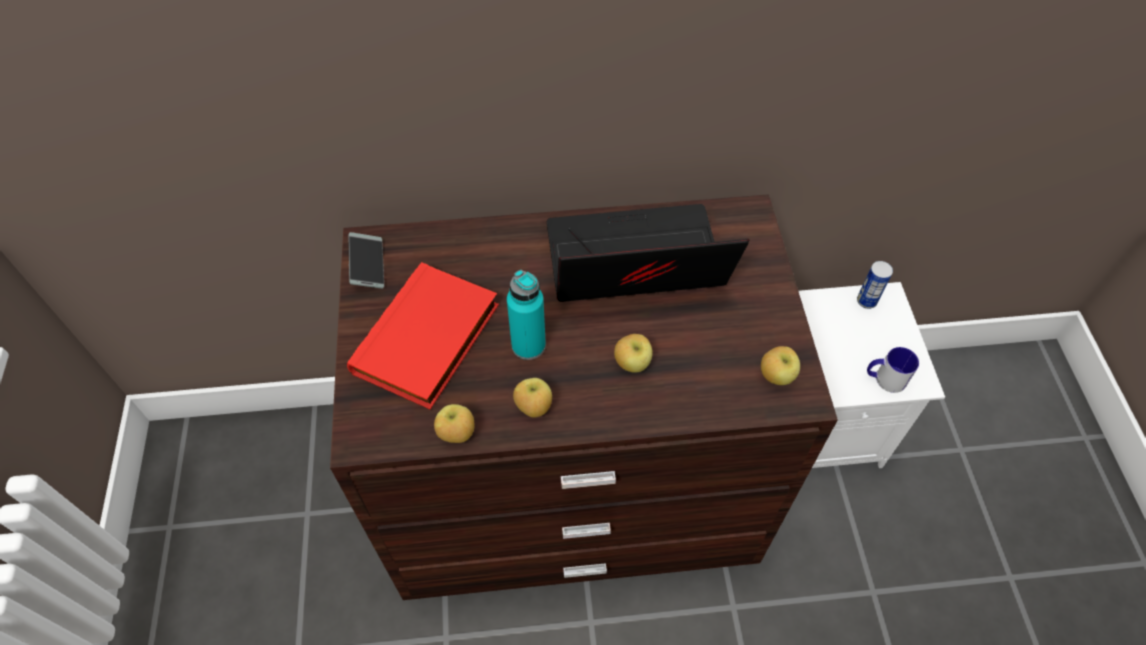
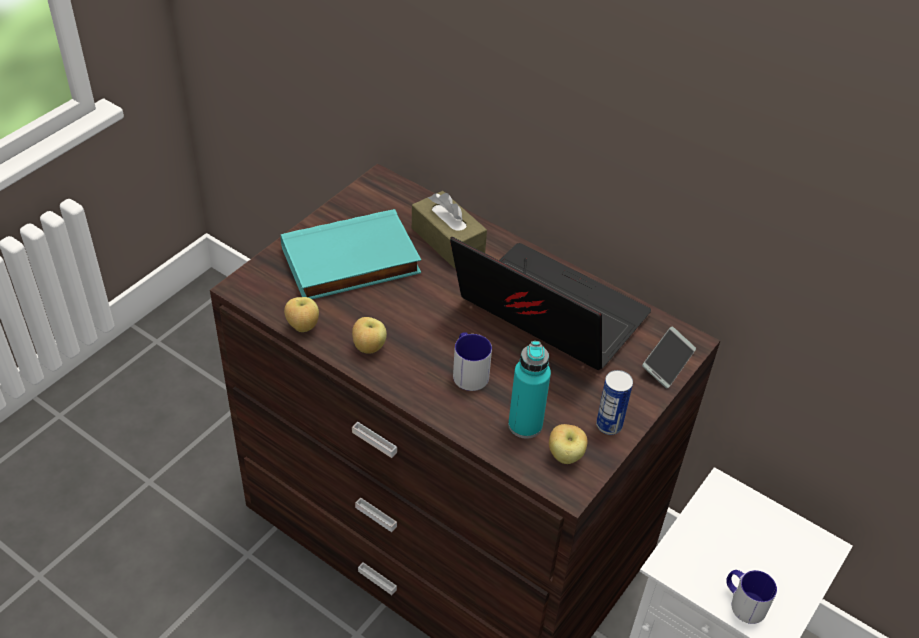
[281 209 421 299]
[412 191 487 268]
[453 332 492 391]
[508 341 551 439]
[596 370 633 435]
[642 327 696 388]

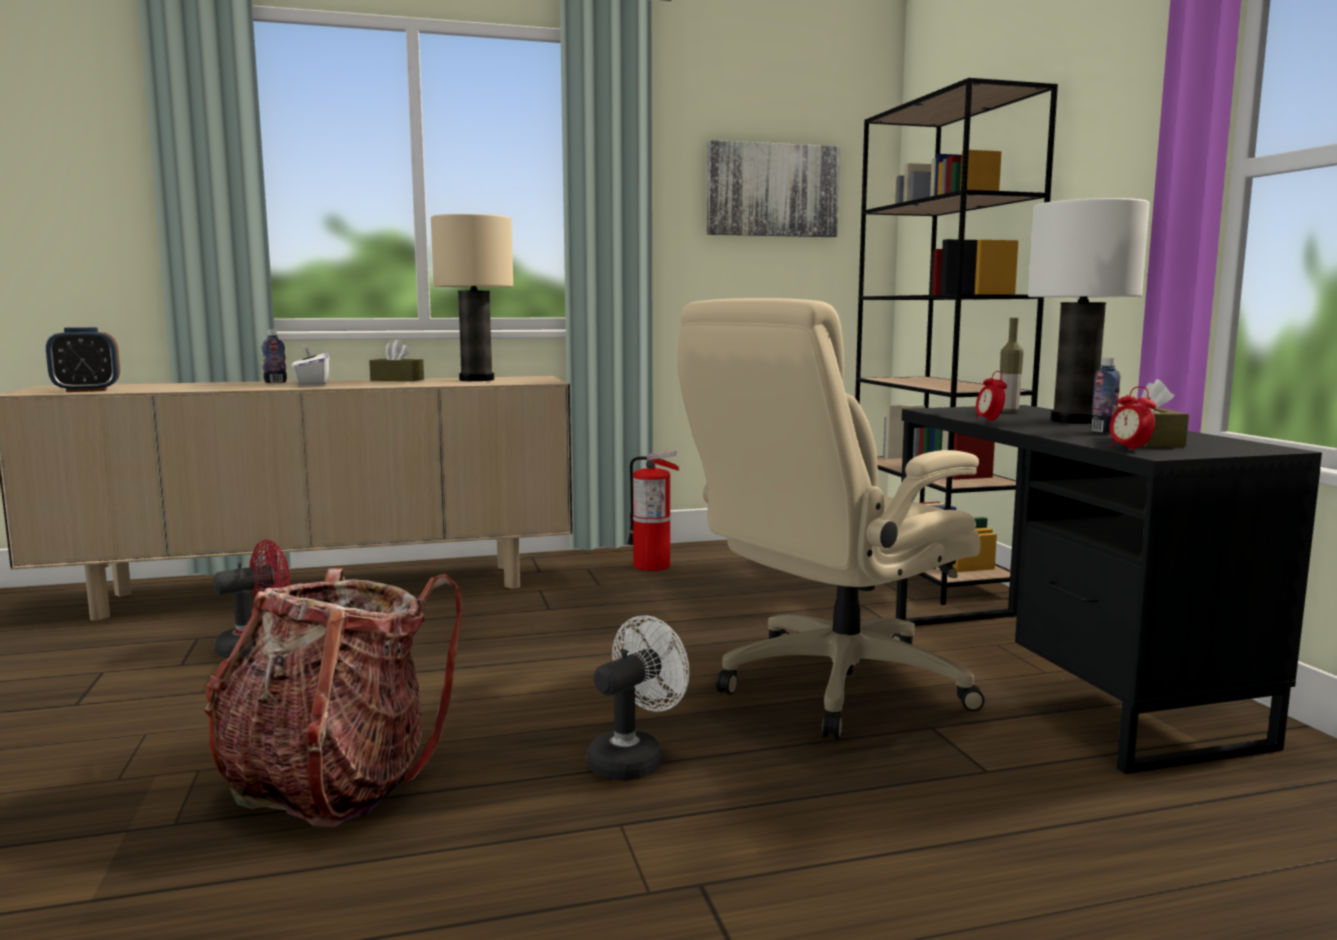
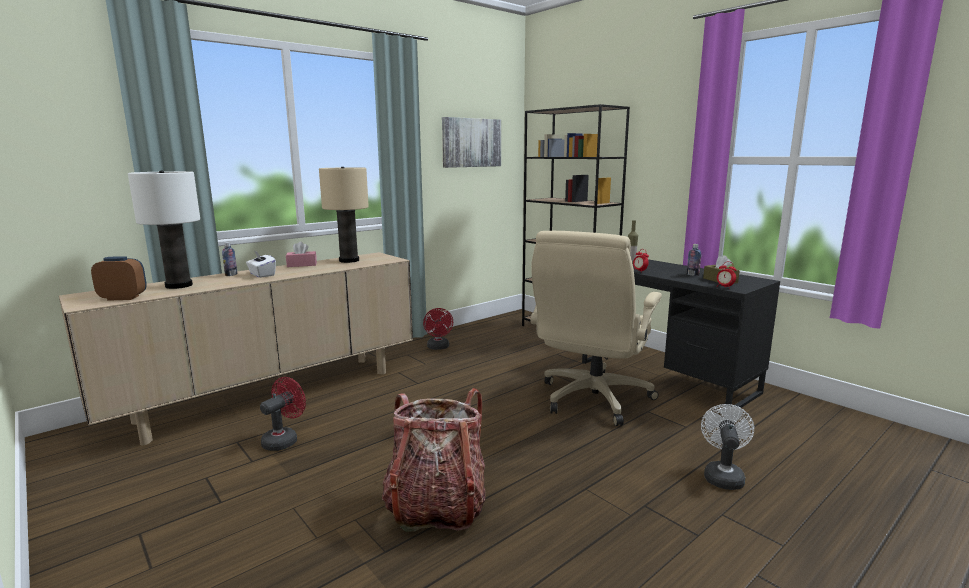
[91 256 147 301]
[128 170 200 289]
[286 241 317 267]
[423 308 453 350]
[701 404 754 490]

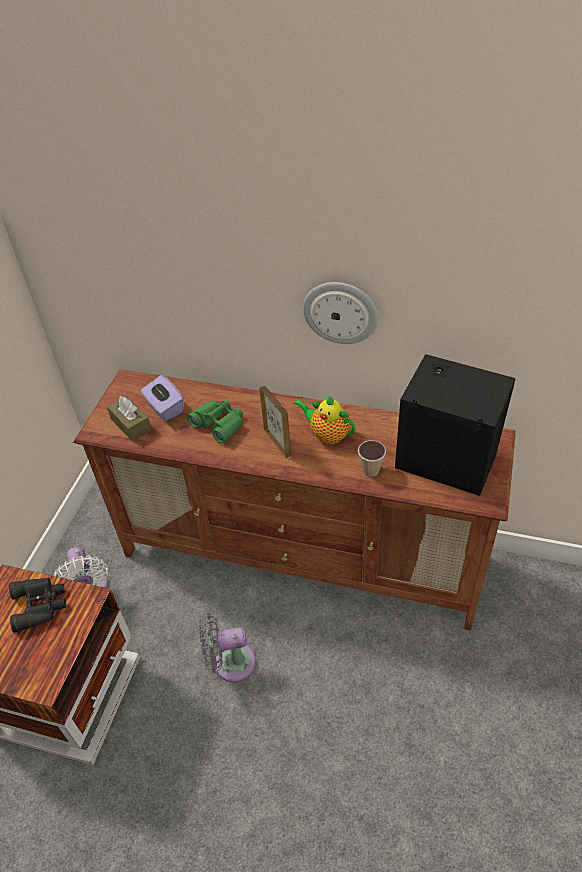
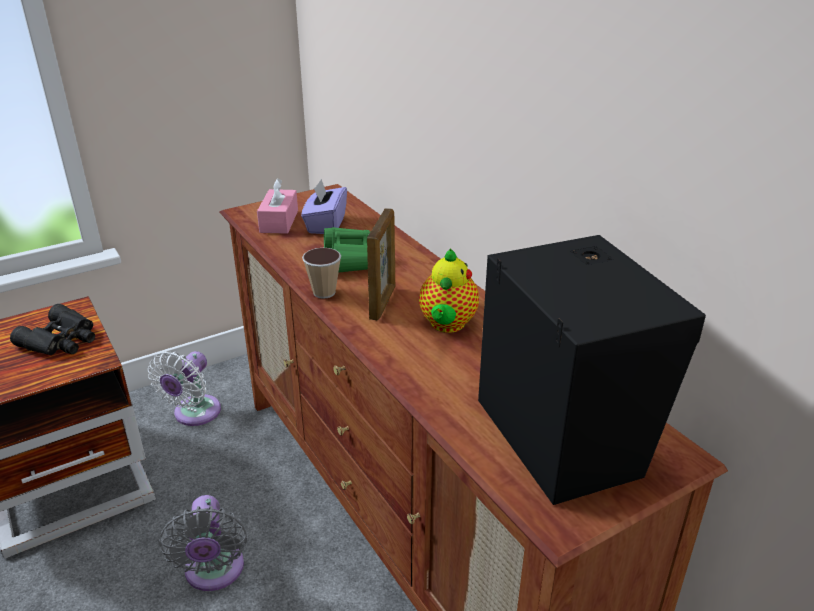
[159 495 247 591]
[257 178 298 234]
[302 248 341 299]
[419 249 479 333]
[303 282 378 344] (first image)

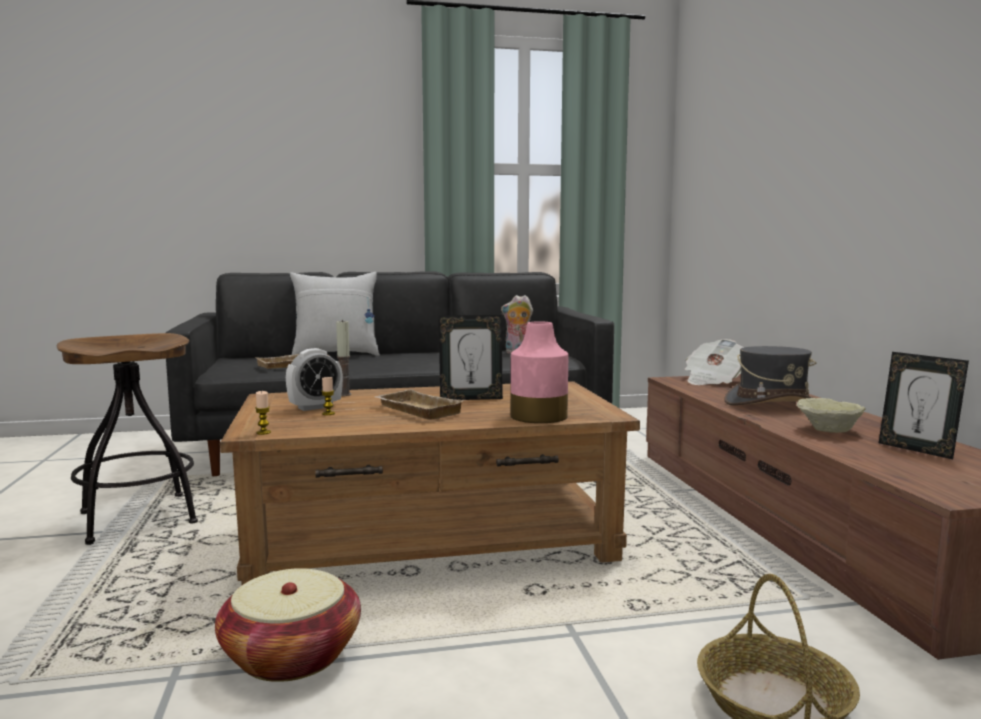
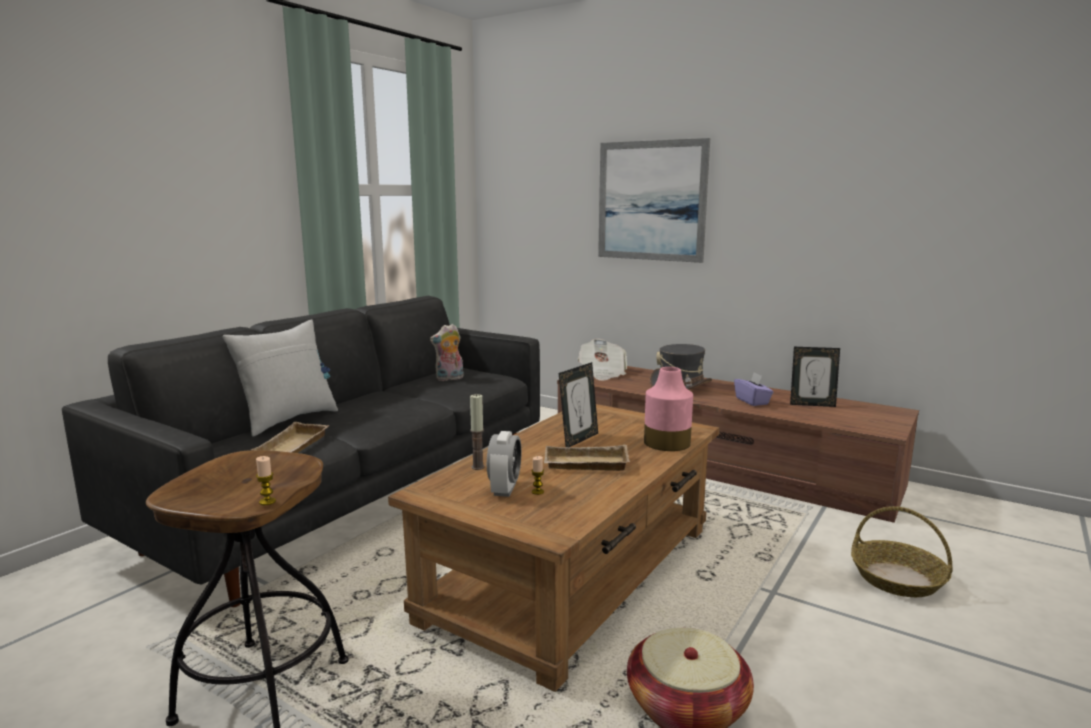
[256 456 276 505]
[598 138 710 263]
[734 372 773 406]

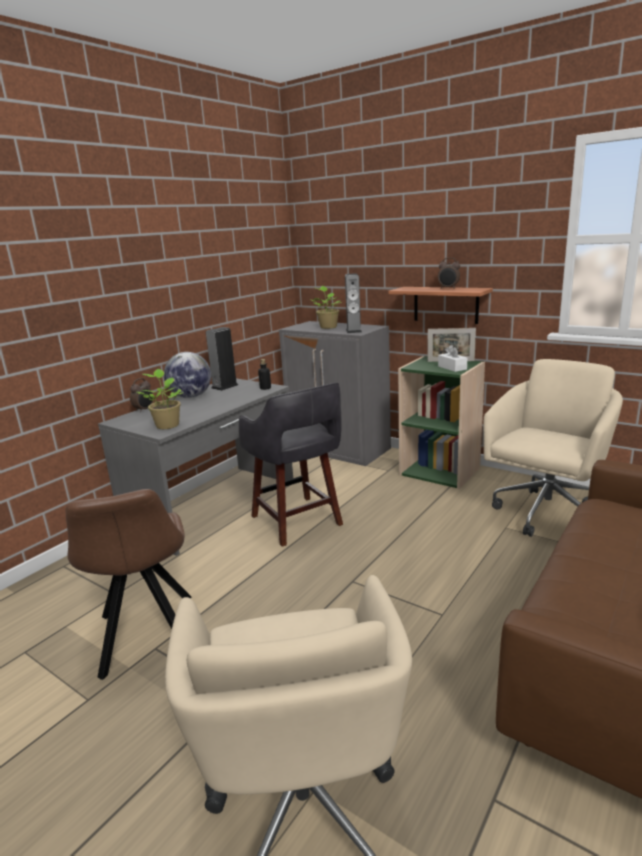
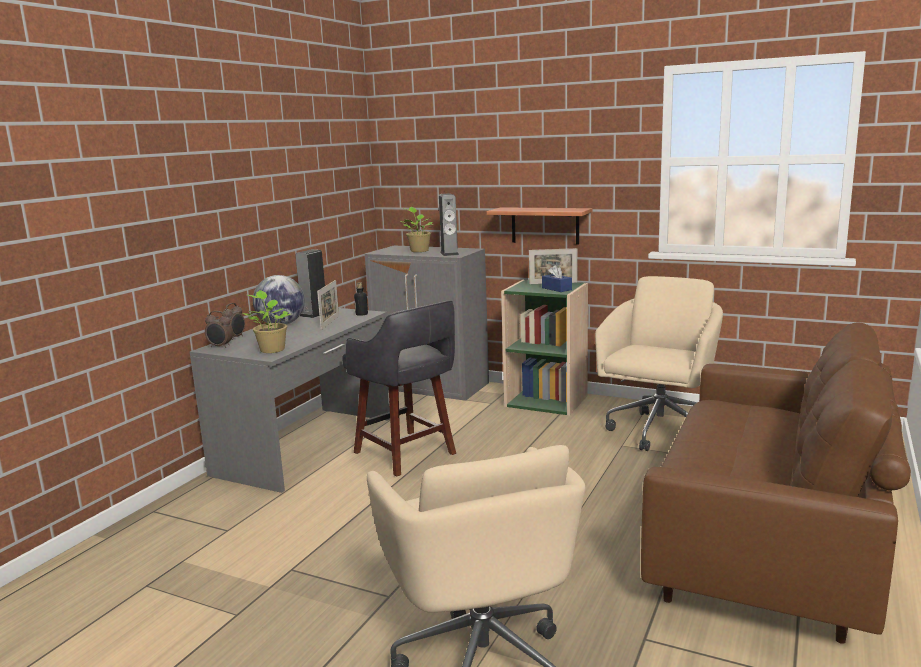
[205 311 233 348]
[317 280 339 330]
[542 265 572 292]
[65 489 192 680] (first image)

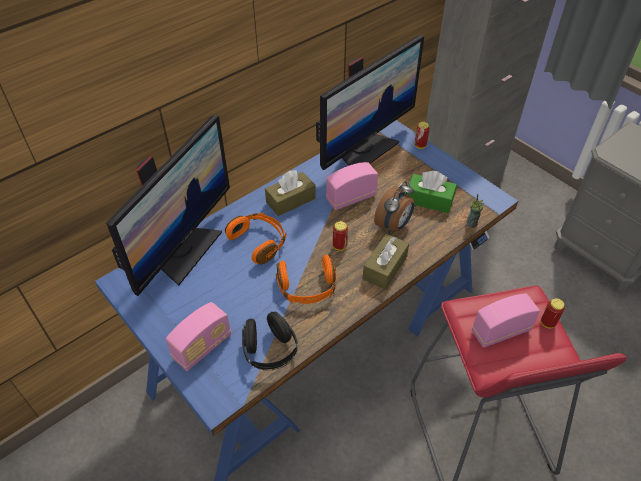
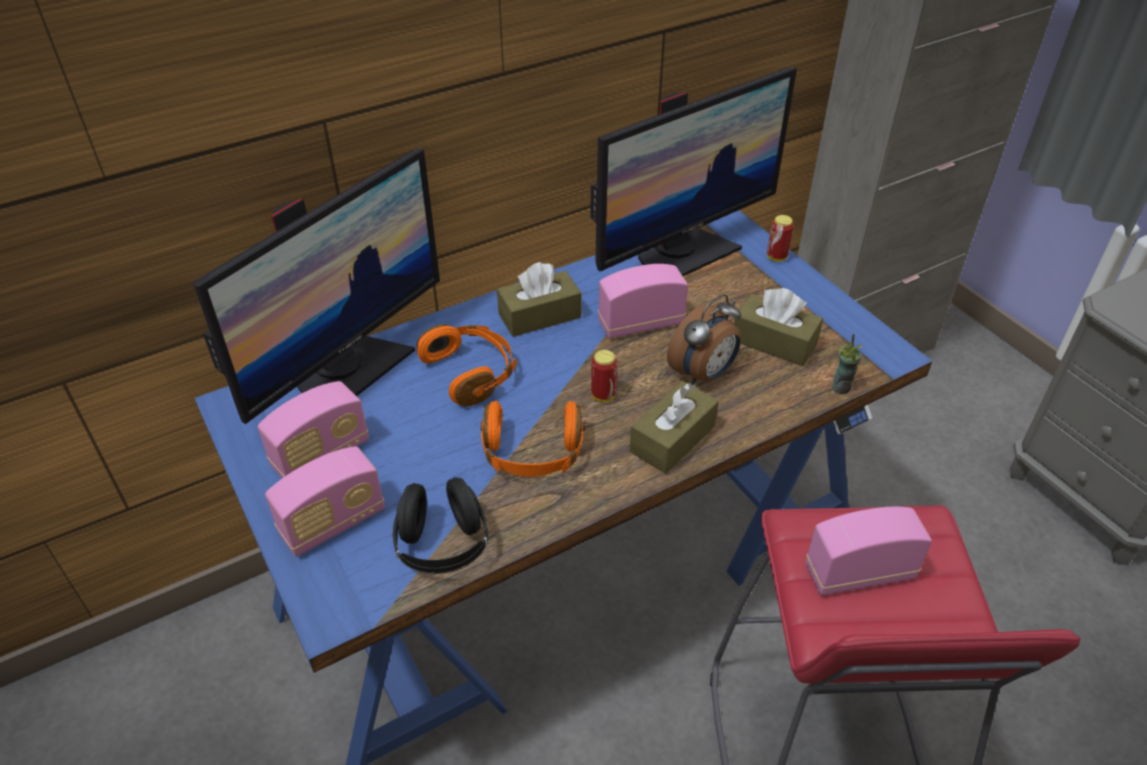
[258 381 369 478]
[734 288 823 366]
[541 298 565 328] (first image)

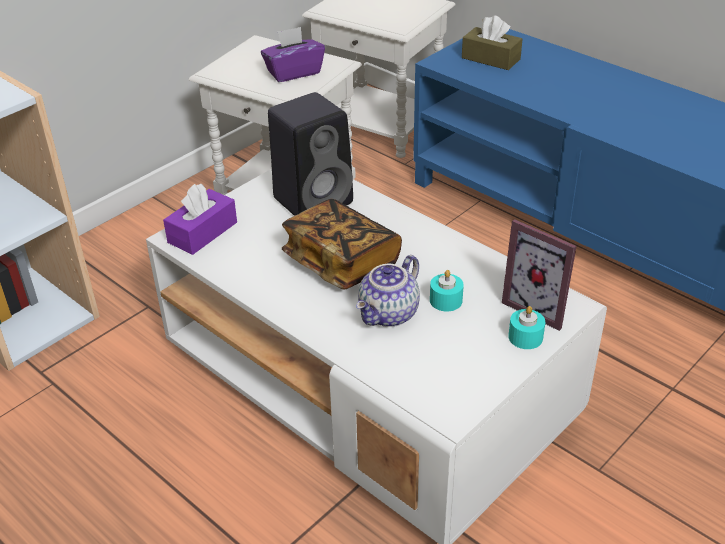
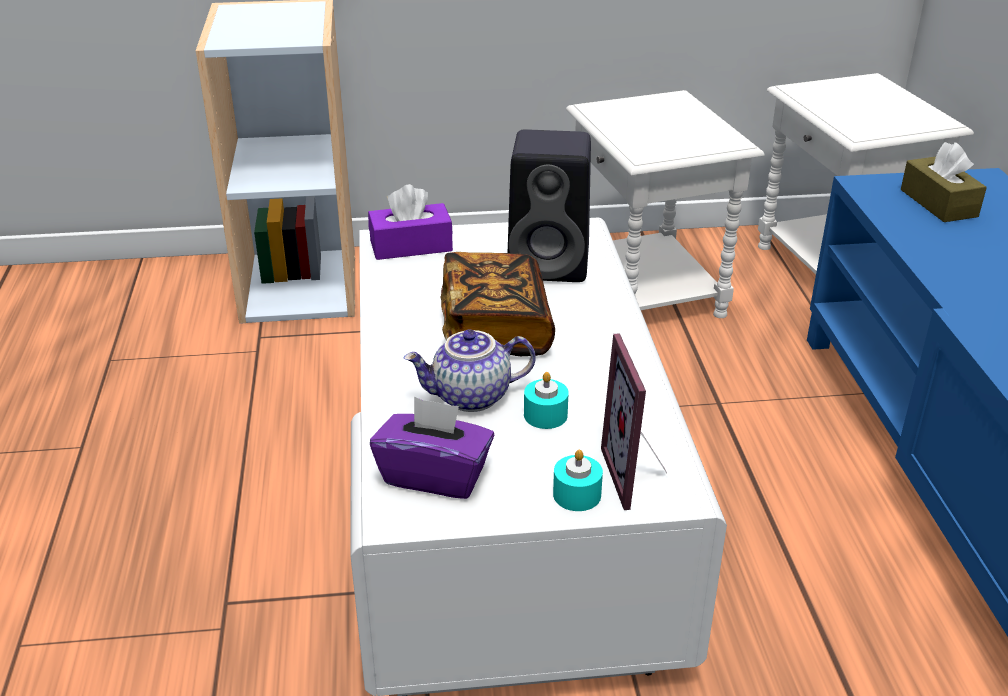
[370 397 494 499]

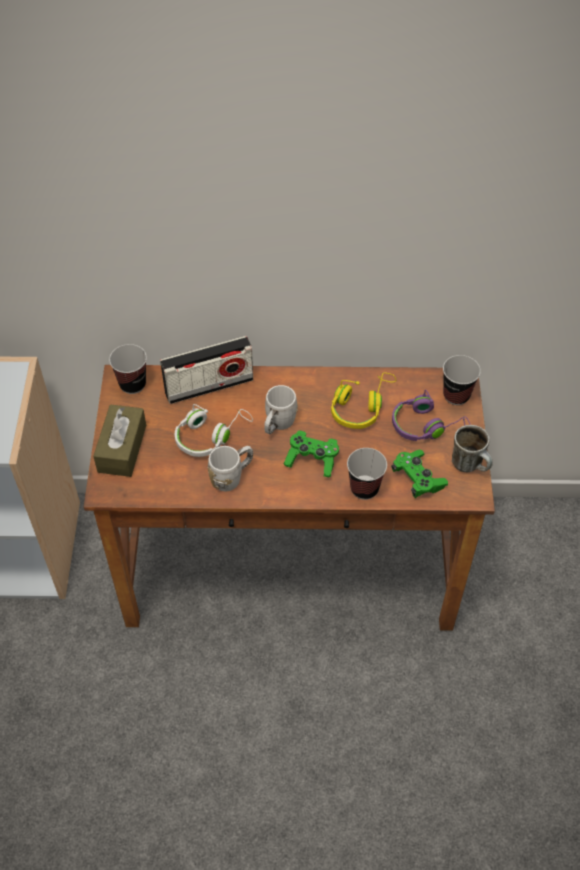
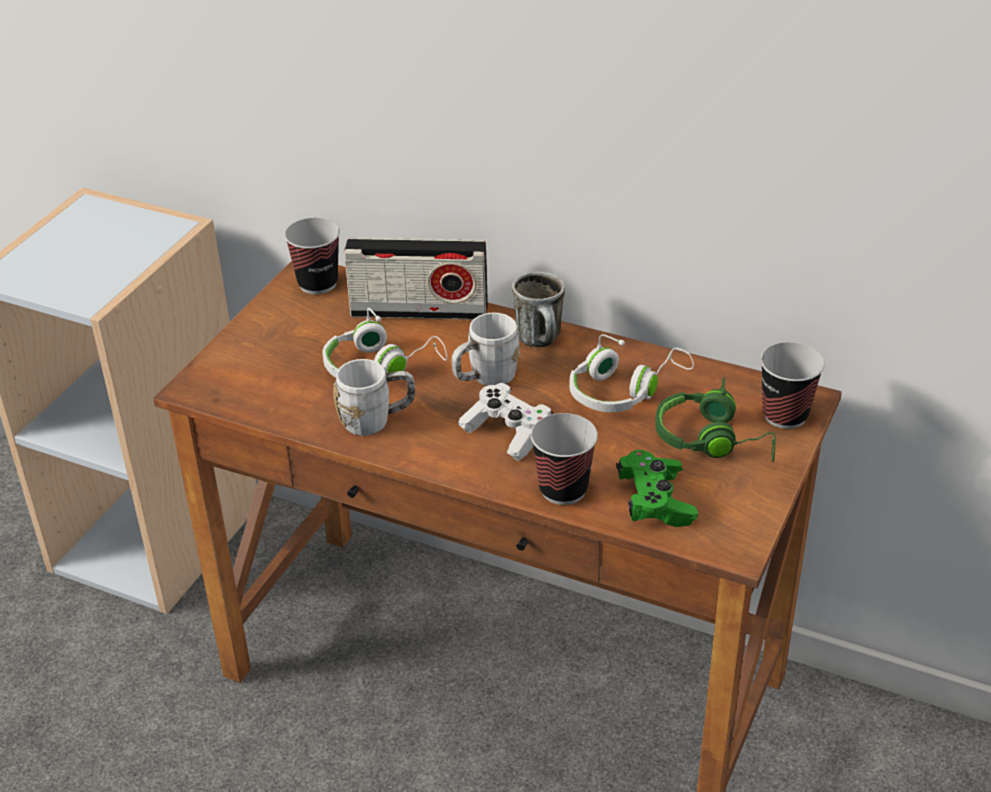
[458 383 553 461]
[512 271 565 347]
[570 334 694 412]
[655 378 775 462]
[93 404 146 477] (first image)

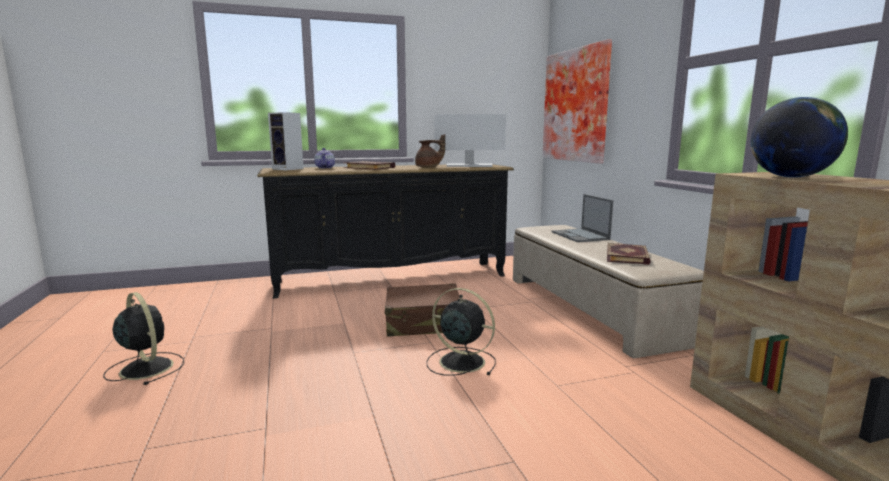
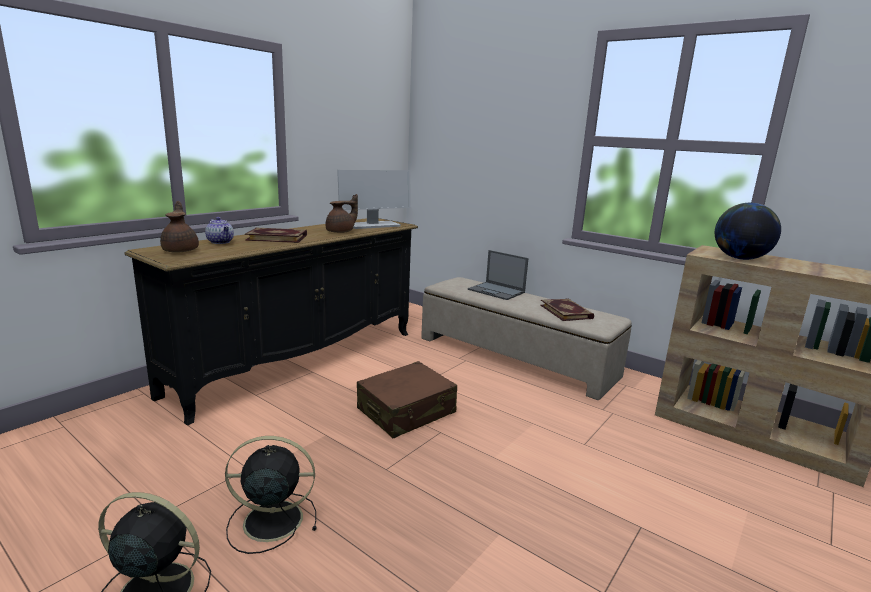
[160 201 199 253]
[225 436 317 554]
[542 39 612 164] (first image)

